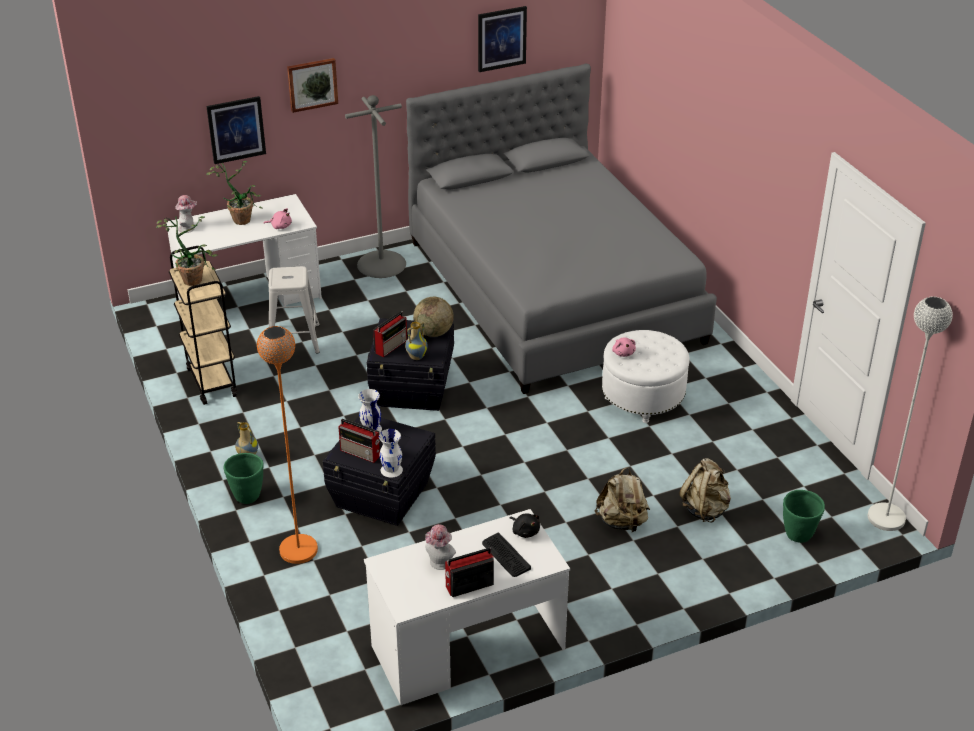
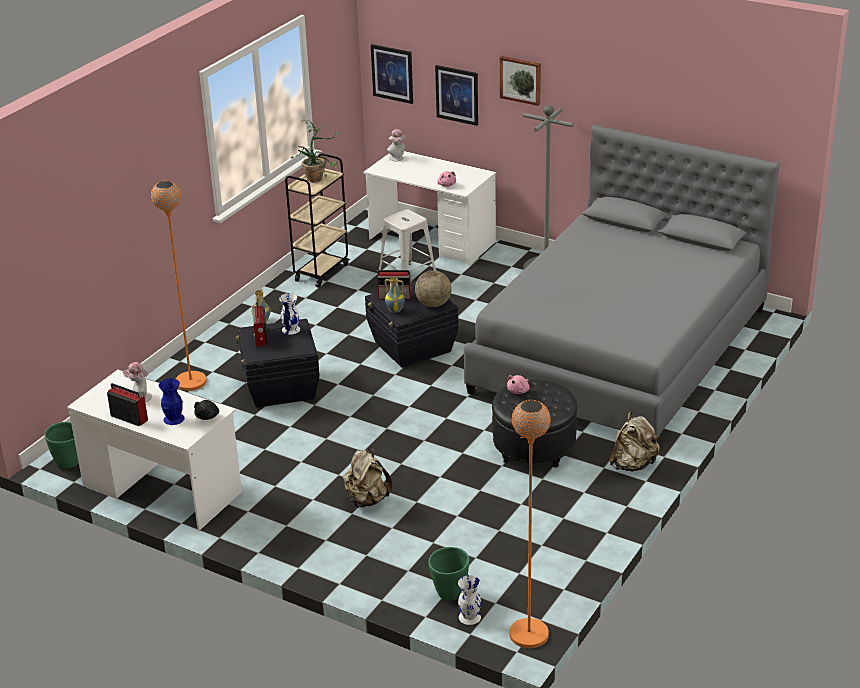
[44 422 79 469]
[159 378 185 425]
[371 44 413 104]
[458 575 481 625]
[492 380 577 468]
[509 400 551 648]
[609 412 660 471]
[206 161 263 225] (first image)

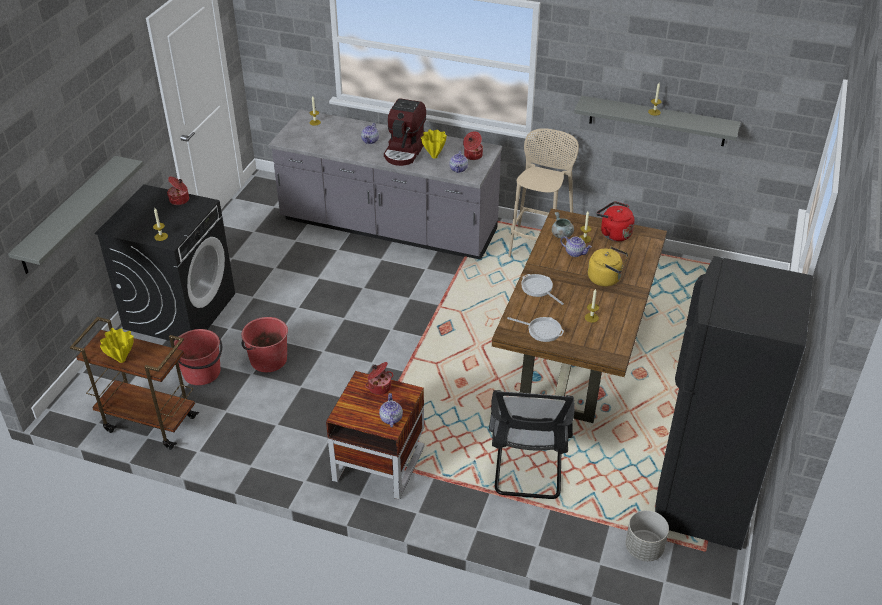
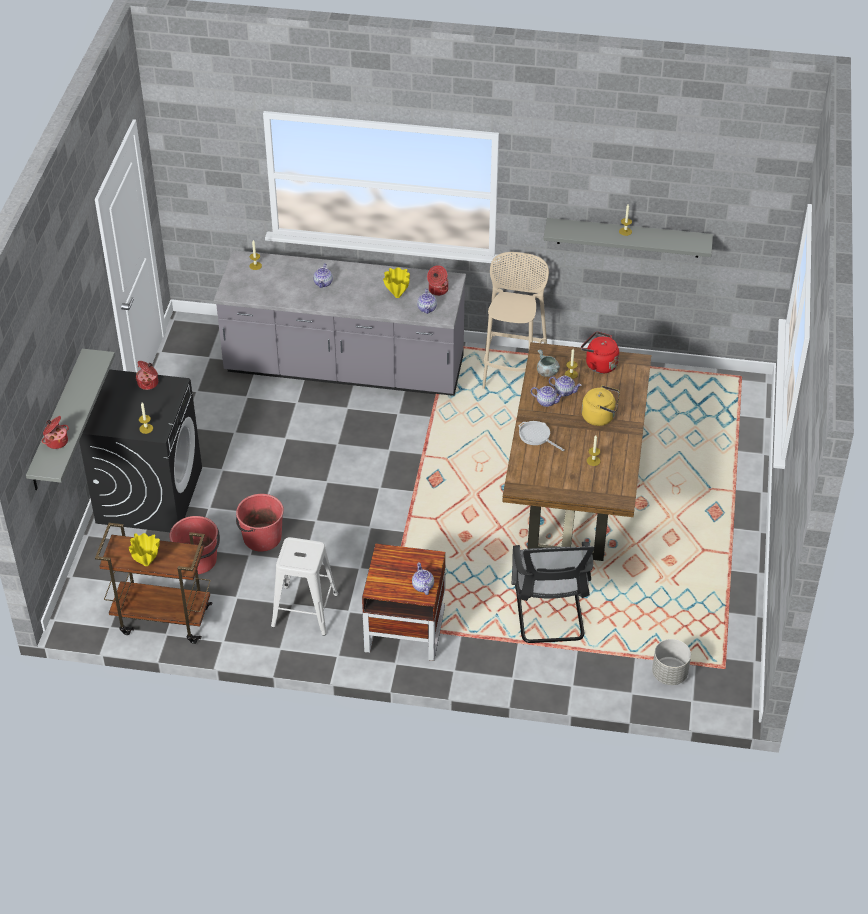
[42 416 69 449]
[271 537 338 636]
[531 386 564 407]
[384 98 426 166] (first image)
[507 317 564 342] (first image)
[655 256 813 550] (first image)

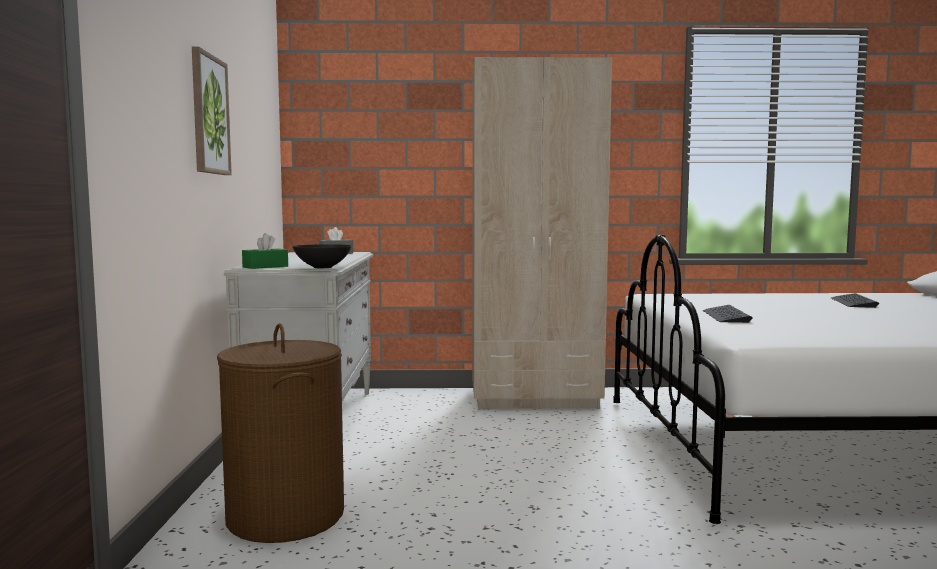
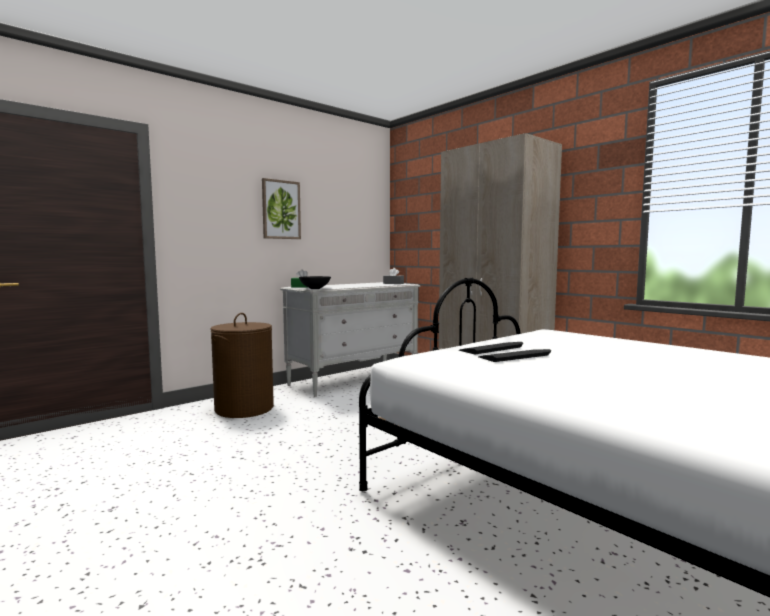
[478 349 551 362]

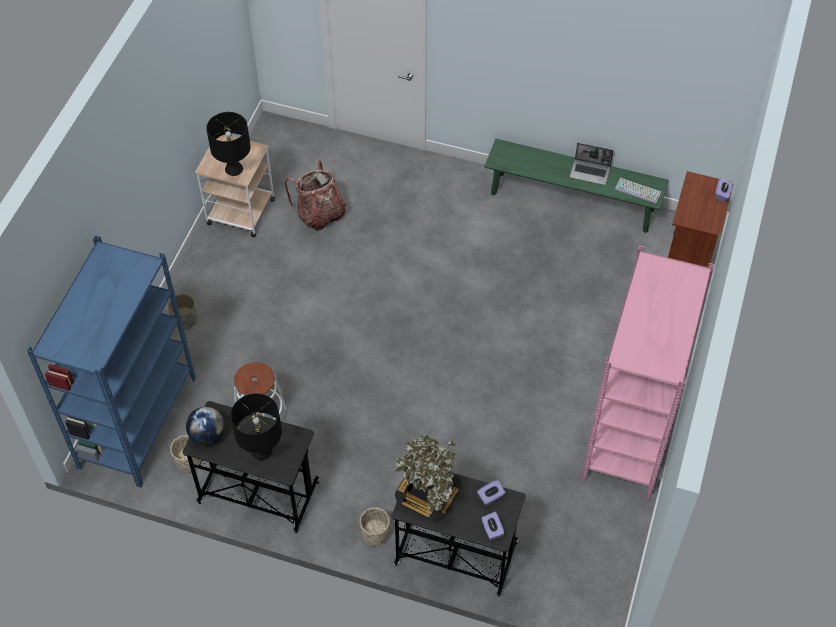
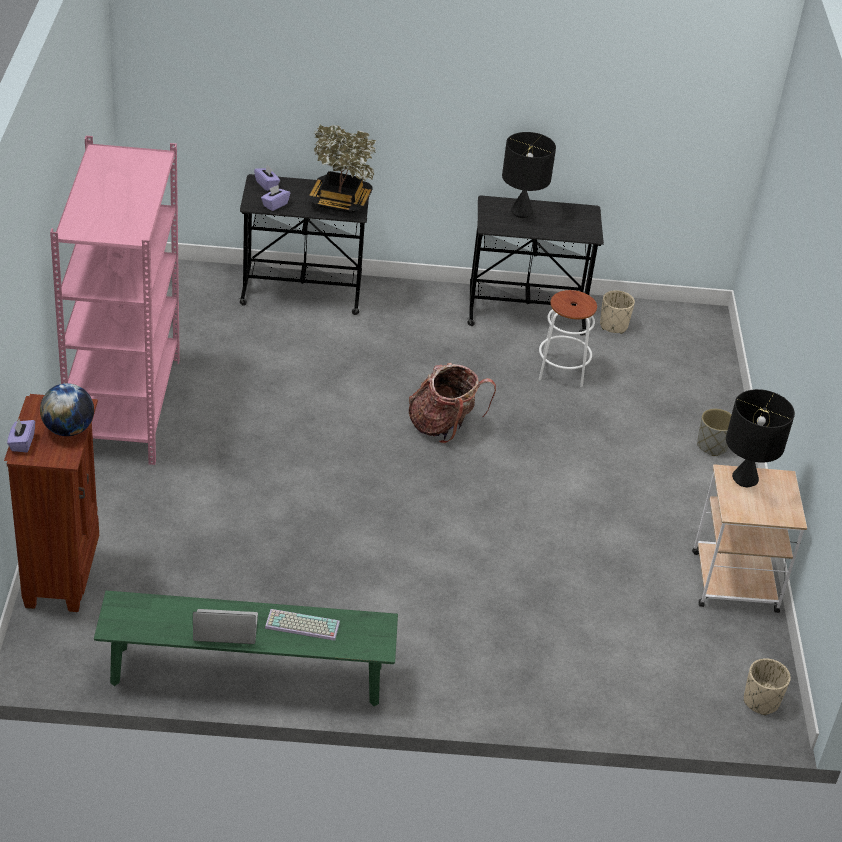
[40 383 94 436]
[265 609 340 641]
[409 363 496 443]
[744 658 791 715]
[27 235 196 487] (first image)

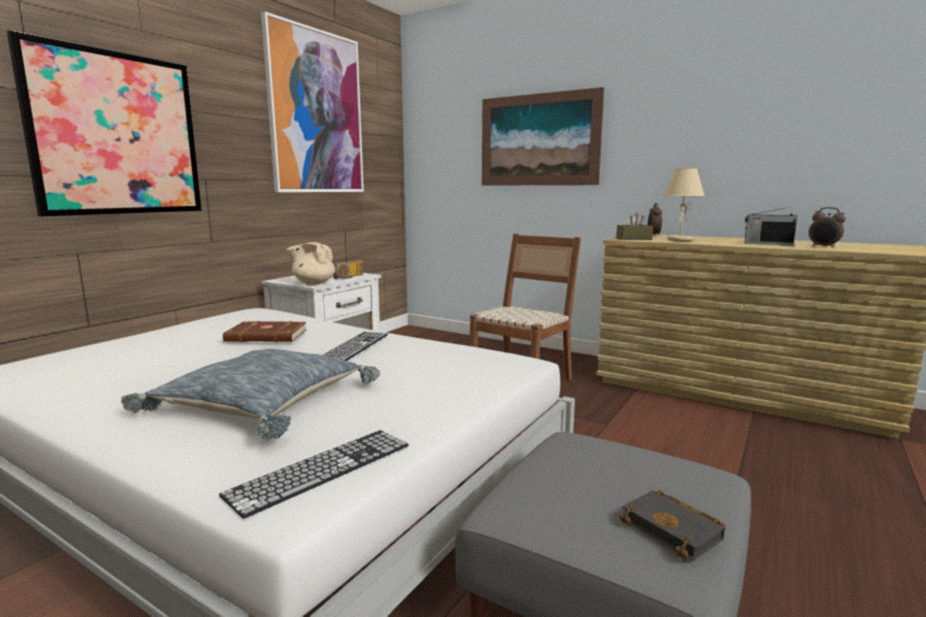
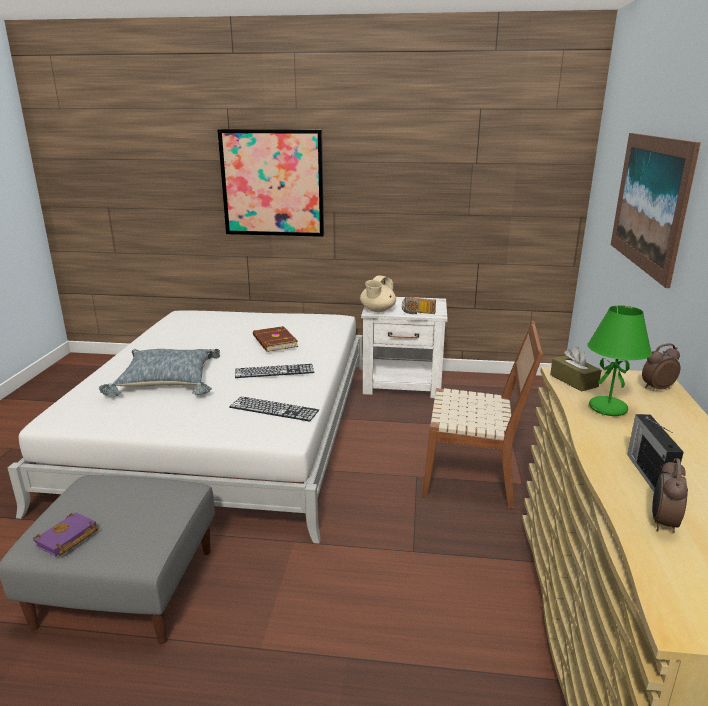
[33 512 99 557]
[229 397 319 421]
[360 275 396 312]
[587 305 652 416]
[261 12 364 192] (first image)

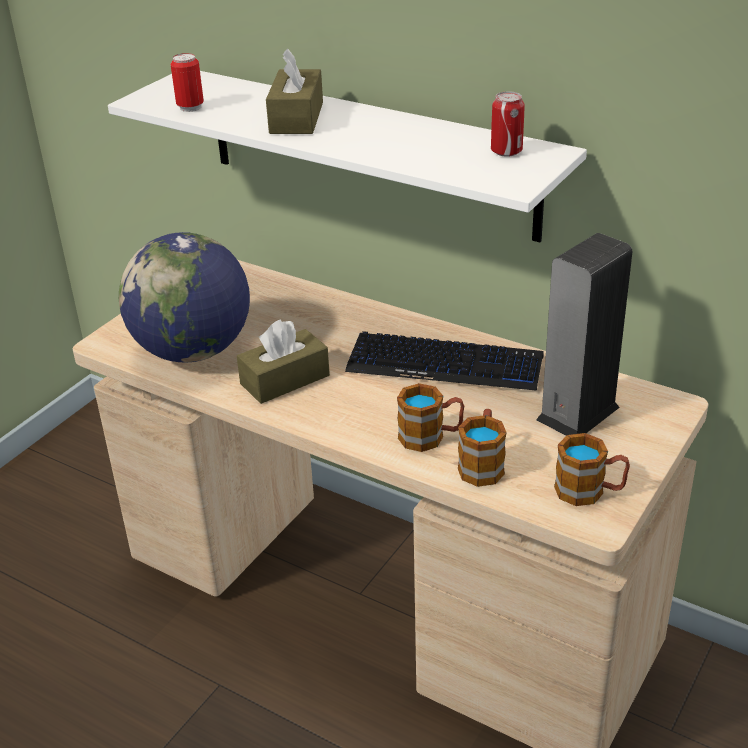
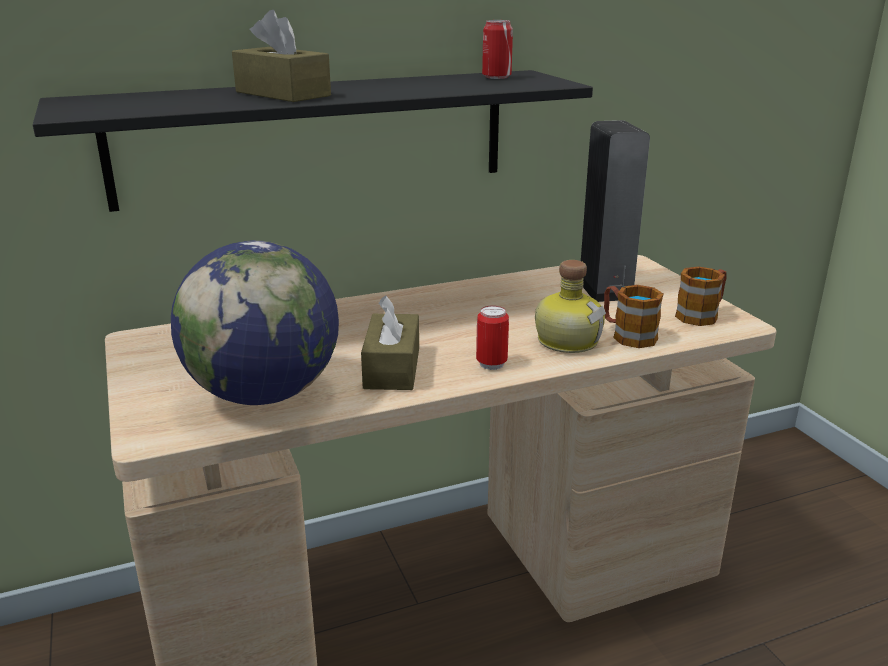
[33 70 593 212]
[476 306 509 370]
[535 260 606 353]
[345 331 544 391] (first image)

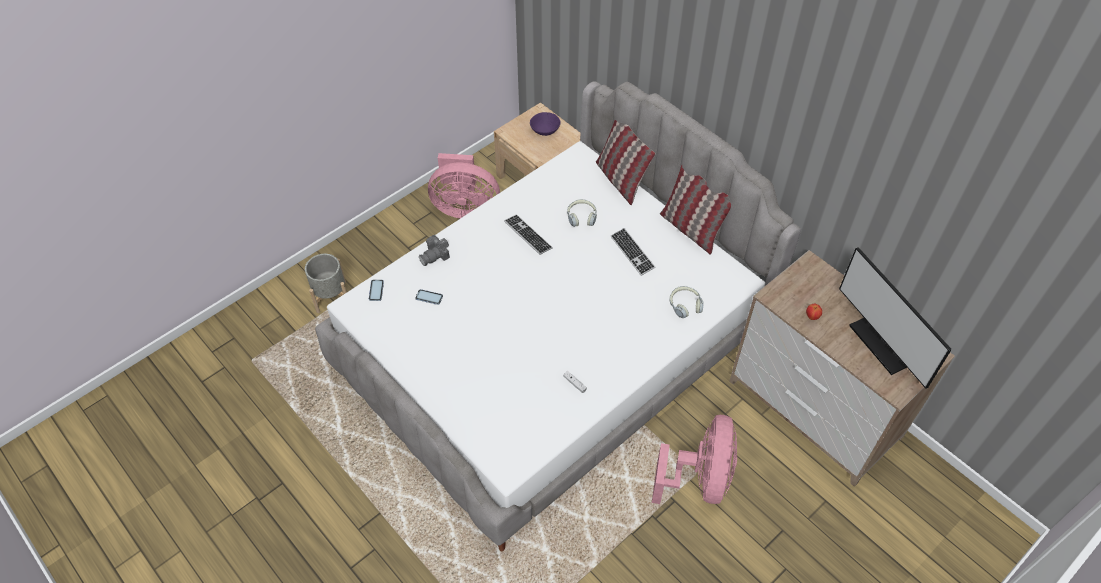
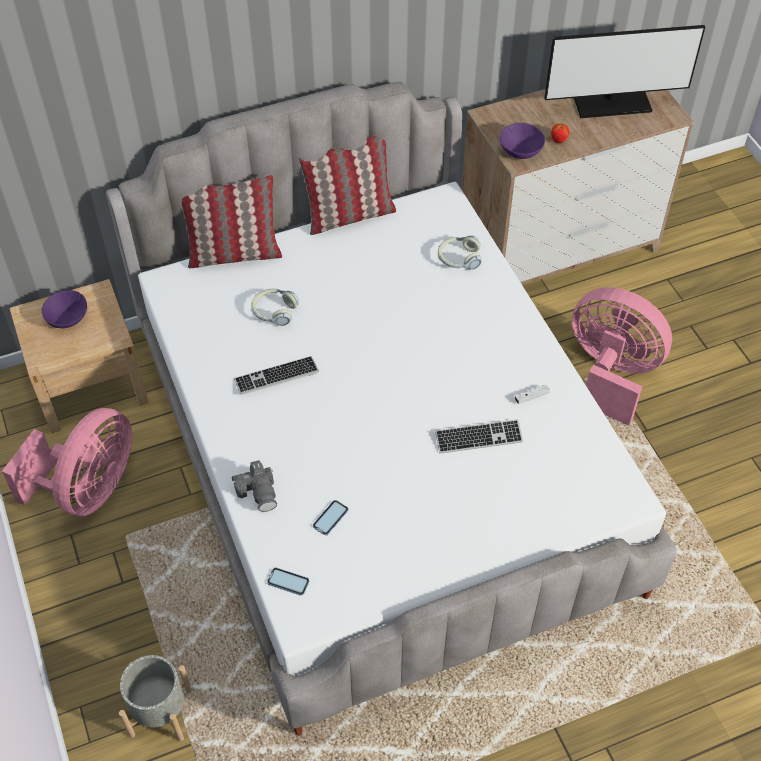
[435 419 523 454]
[500 123 545 159]

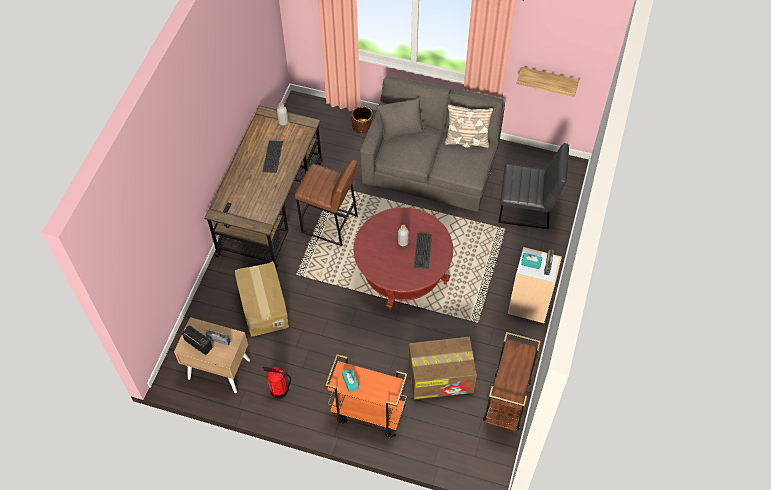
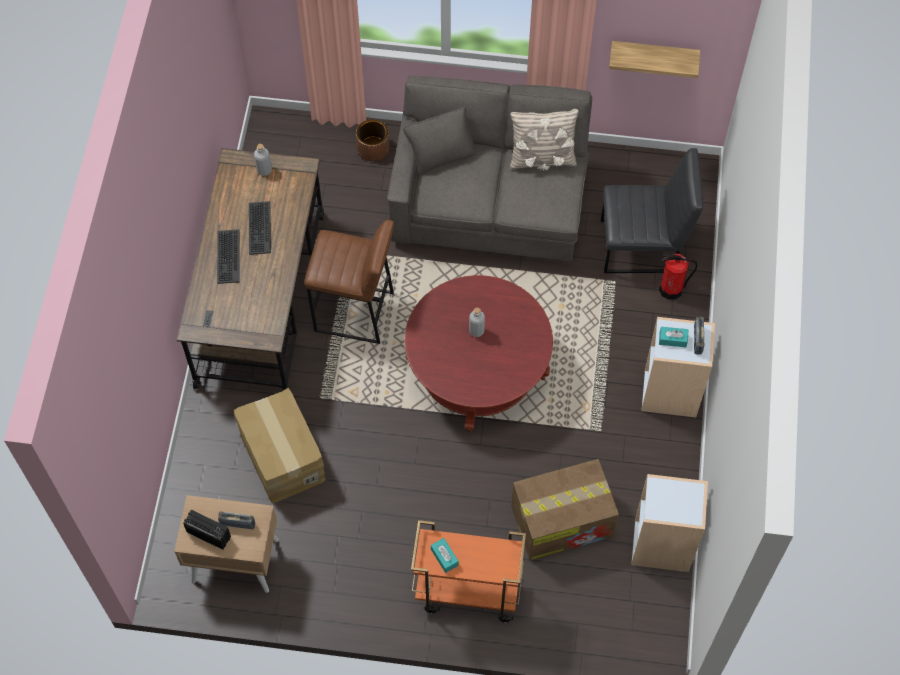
[217 229 240 284]
[631 474 708 572]
[659 254 697 300]

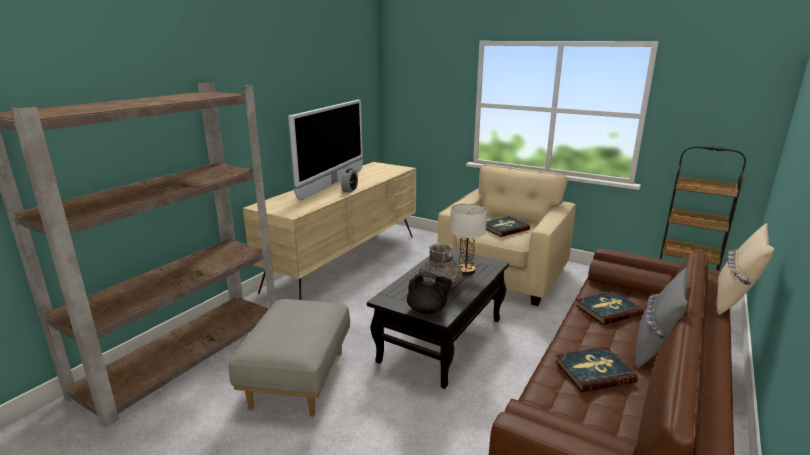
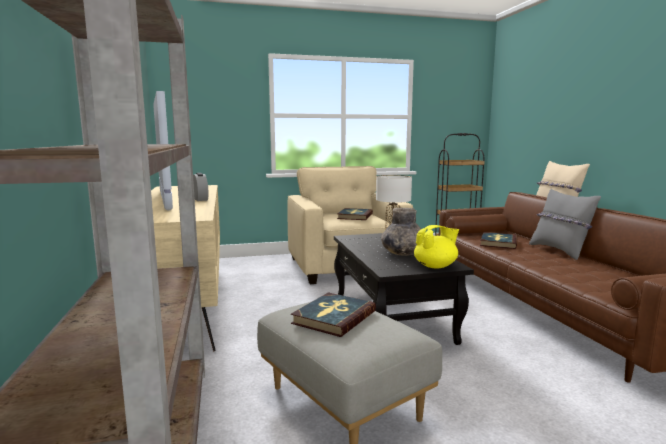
[291 292 376 337]
[414 225 459 269]

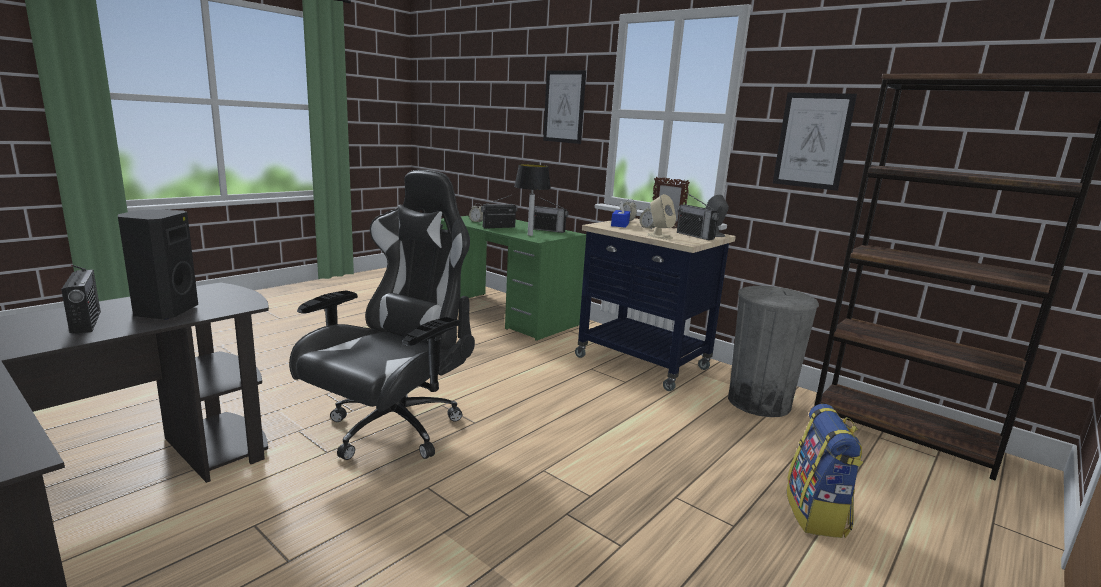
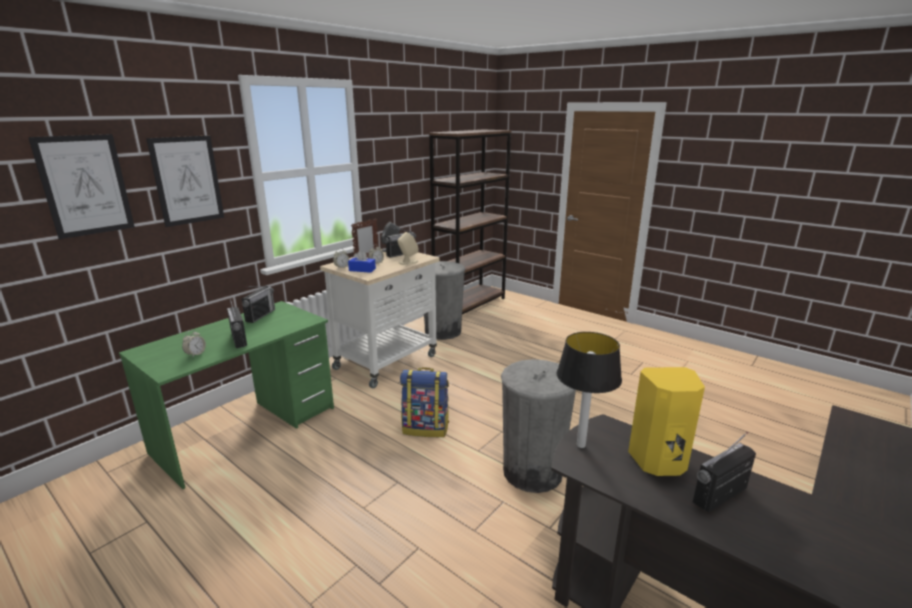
[28 134 135 239]
[320 249 440 388]
[400 367 449 437]
[501 359 576 493]
[557 332 622 448]
[628 367 705 476]

